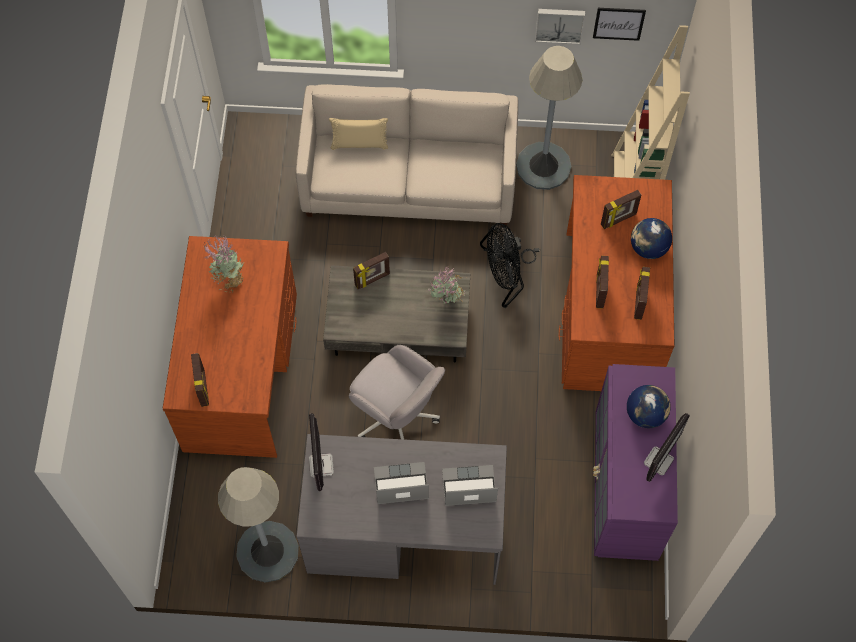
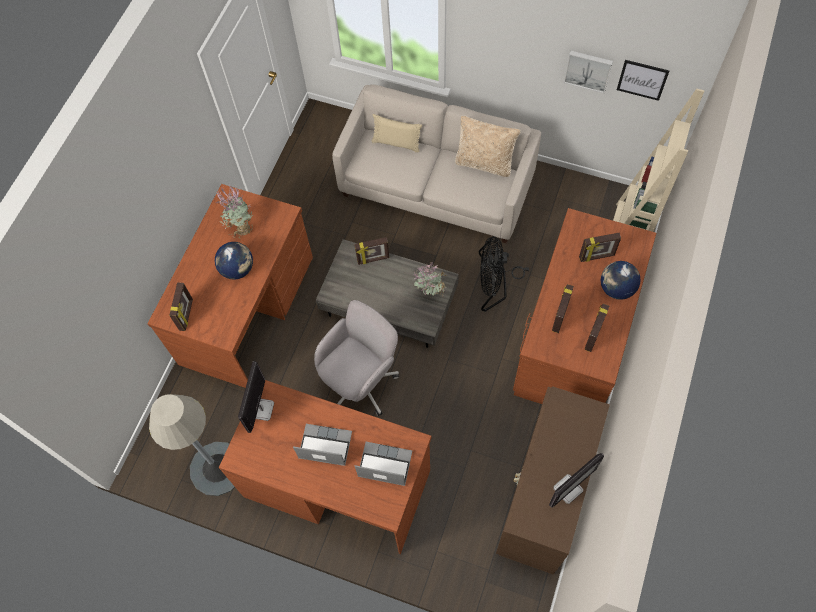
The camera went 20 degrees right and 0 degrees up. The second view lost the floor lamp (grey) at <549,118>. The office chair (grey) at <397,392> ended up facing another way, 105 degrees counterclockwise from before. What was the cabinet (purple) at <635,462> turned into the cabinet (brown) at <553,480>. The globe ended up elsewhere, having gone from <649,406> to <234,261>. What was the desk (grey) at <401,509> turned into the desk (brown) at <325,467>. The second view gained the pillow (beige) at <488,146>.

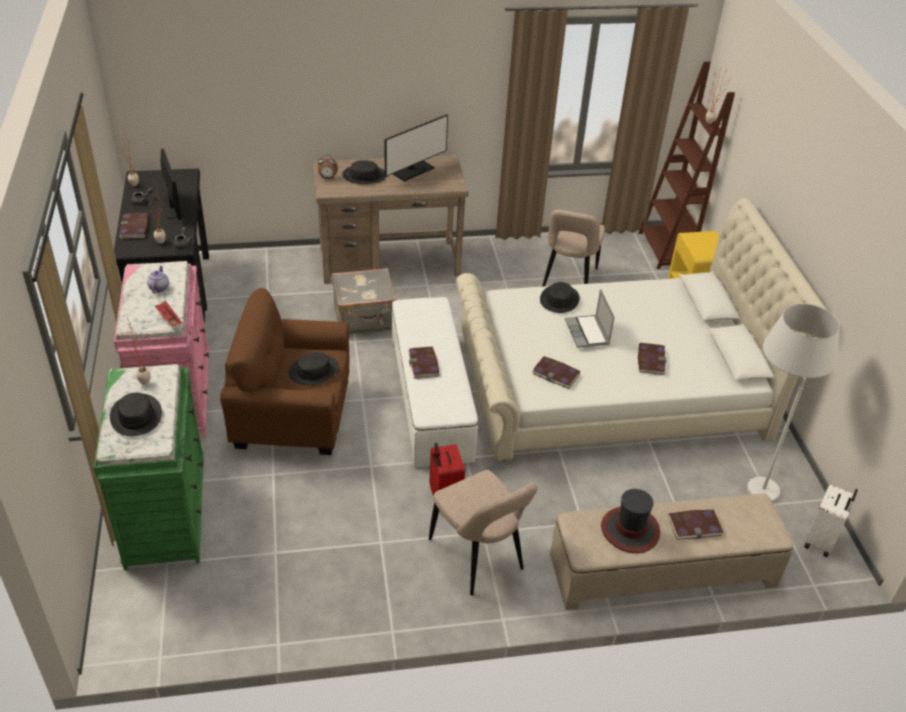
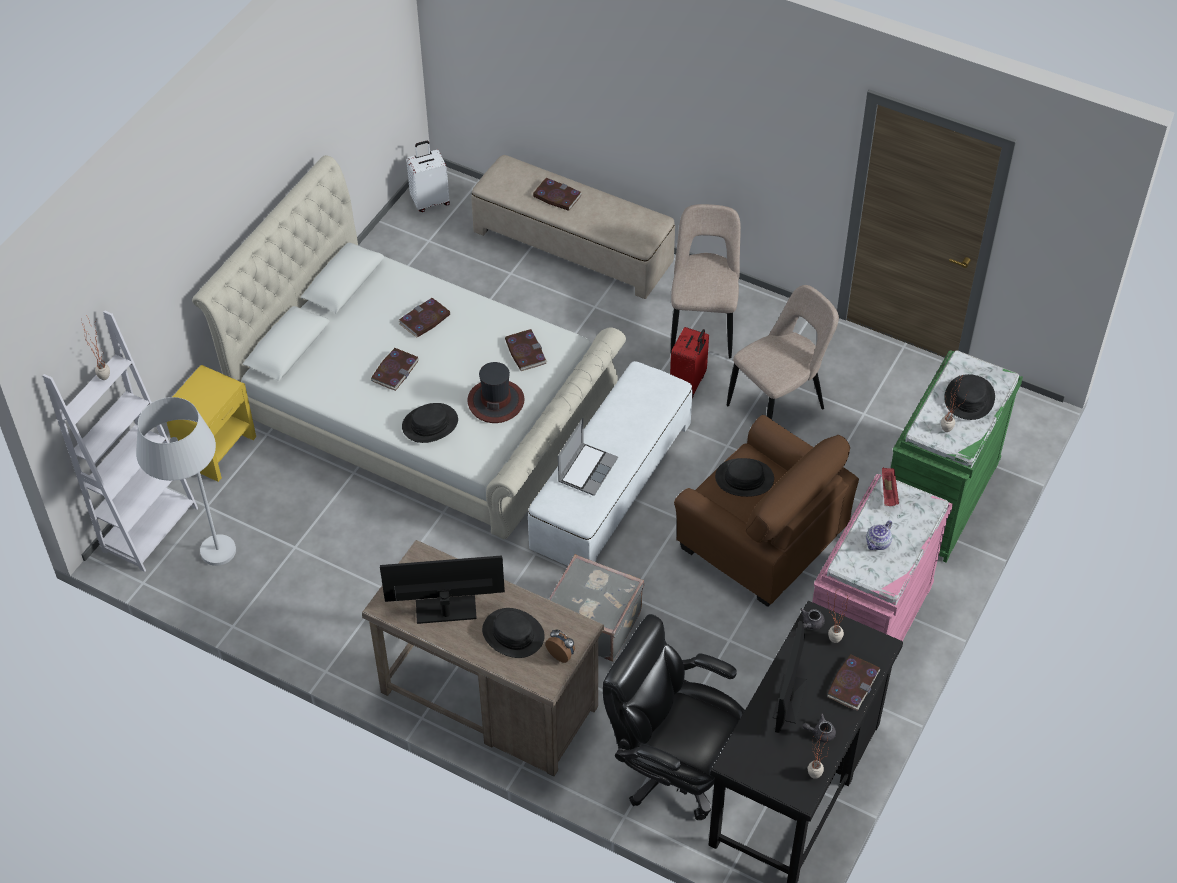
The camera went 140 degrees left and 10 degrees up. What was the bookcase (brown) at <686,165> turned into the bookcase (white) at <120,441>. The chair (beige) ended up elsewhere, having gone from <573,248> to <783,352>. The laptop ended up elsewhere, having gone from <590,318> to <588,457>. The floor lamp (white) ended up elsewhere, having gone from <793,403> to <186,481>. The book ended up elsewhere, having gone from <424,363> to <395,369>. The hat ended up elsewhere, having gone from <630,521> to <496,392>. The second view gained the office chair (black) at <674,717>.

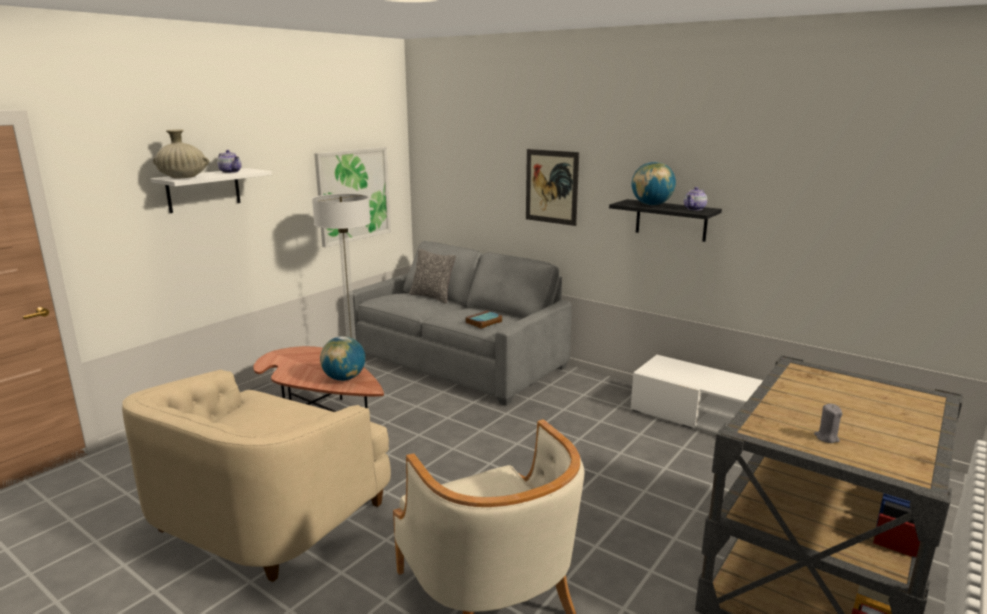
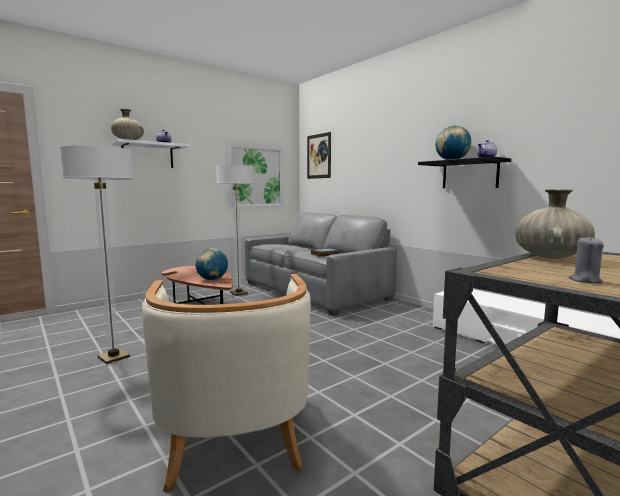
The camera went 15 degrees right and 10 degrees down. The picture ended up elsewhere, having gone from <552,187> to <319,155>. The second view lost the pillow at <433,276>. Where the armchair (beige) stood at <256,475>, the floor lamp came to stand at <97,254>. The second view gained the vase (beige) at <555,224>.

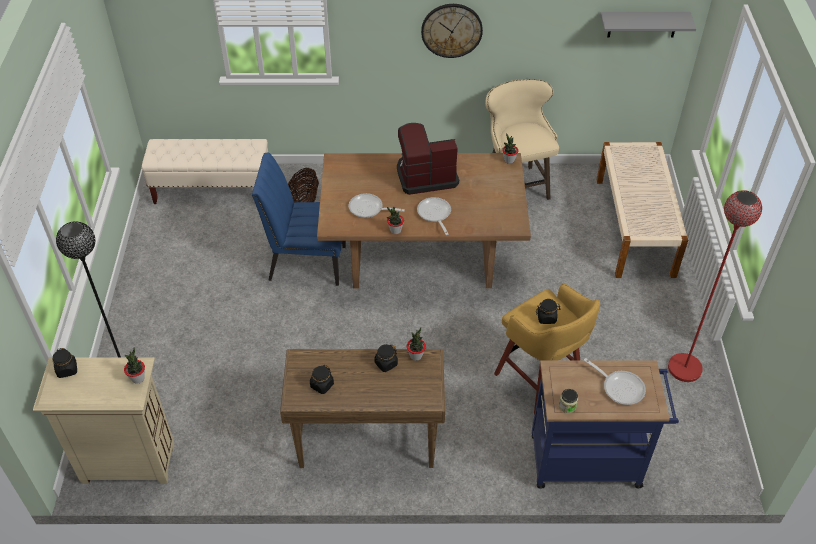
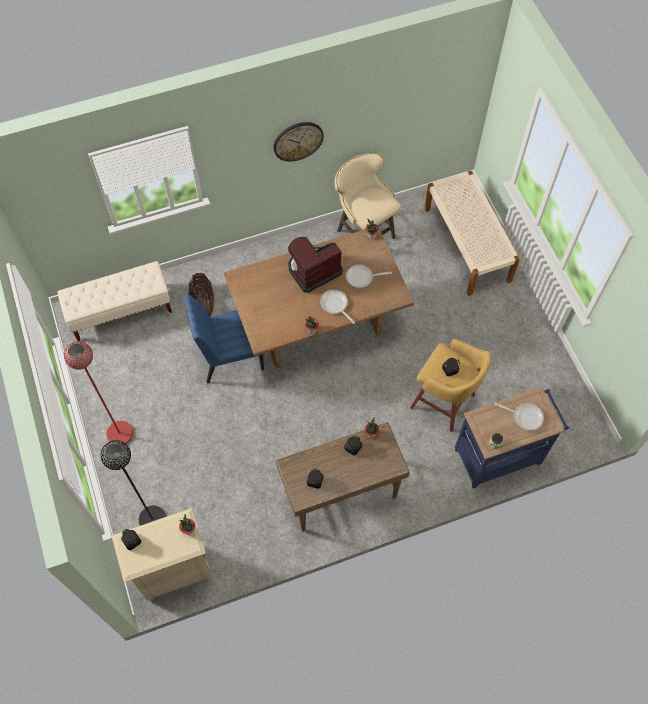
The camera went 20 degrees left and 15 degrees up. The second view lost the shelf (grey) at <648,25>. The floor lamp (red) ended up elsewhere, having gone from <715,286> to <98,392>. The frying pan ended up elsewhere, having gone from <377,205> to <369,276>.

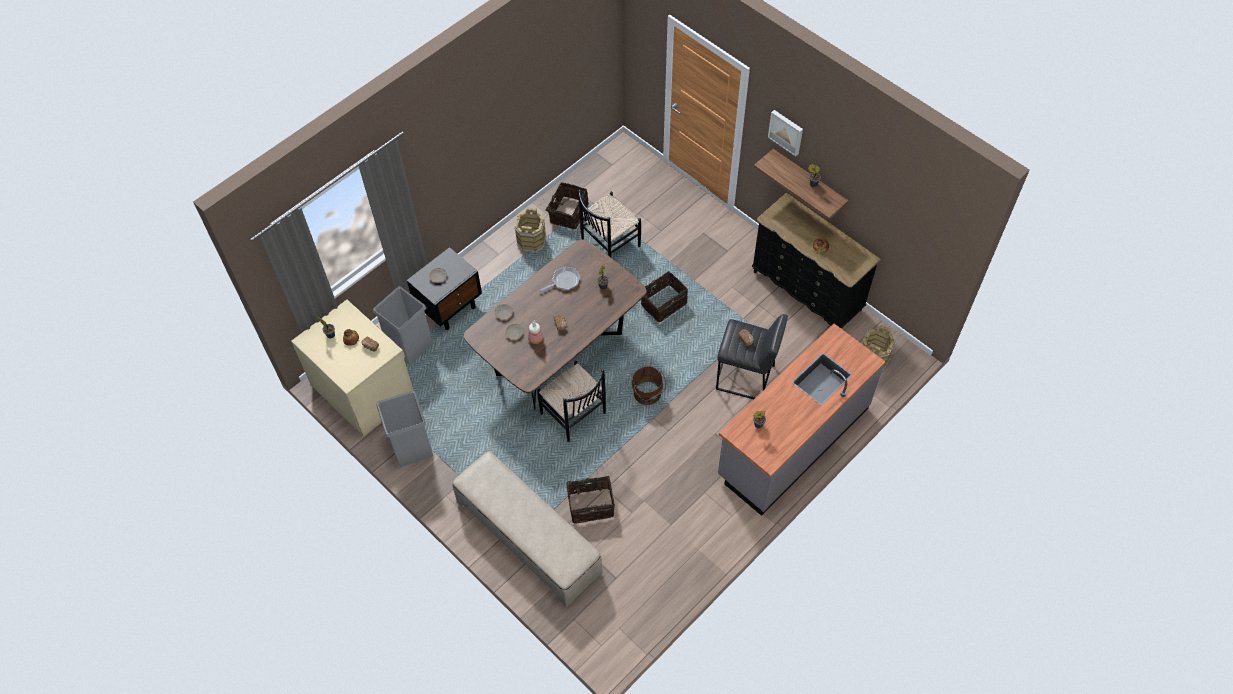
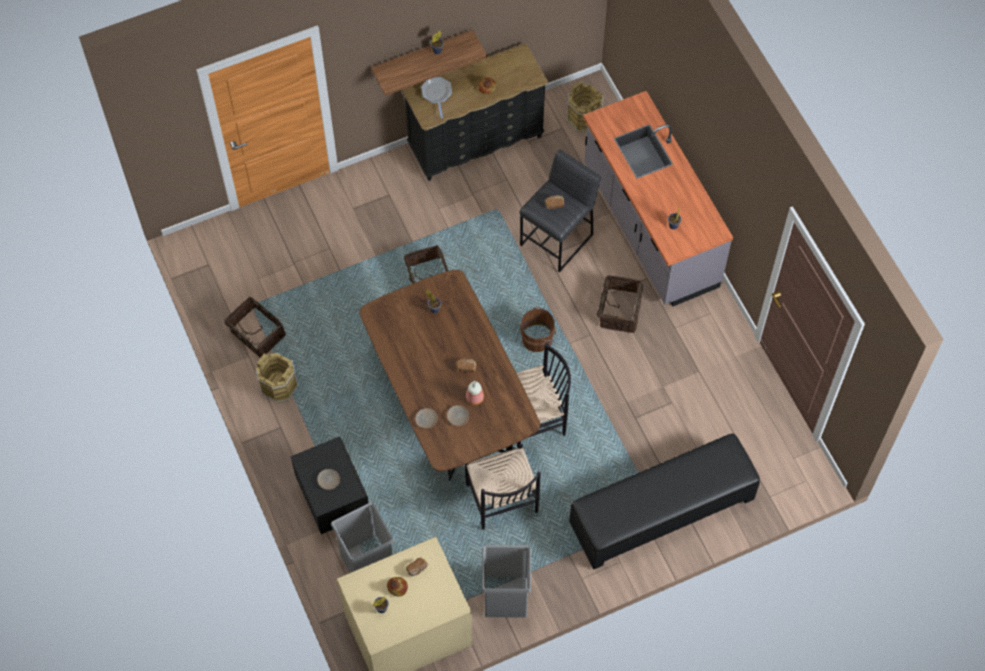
The camera went 70 degrees left and 5 degrees up. The second view lost the picture at <785,133>. The chair (black) ended up elsewhere, having gone from <610,223> to <503,487>. The frying pan ended up elsewhere, having gone from <559,279> to <436,98>. What was the bench (beige) at <527,529> turned into the bench (black) at <664,501>. The basket ended up elsewhere, having gone from <590,500> to <620,304>.

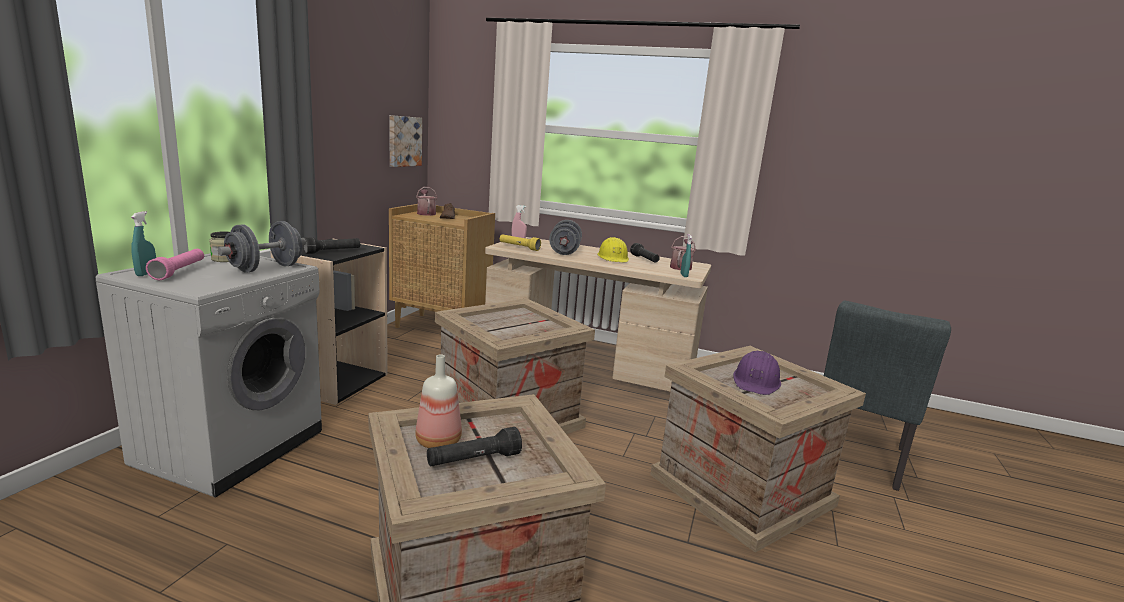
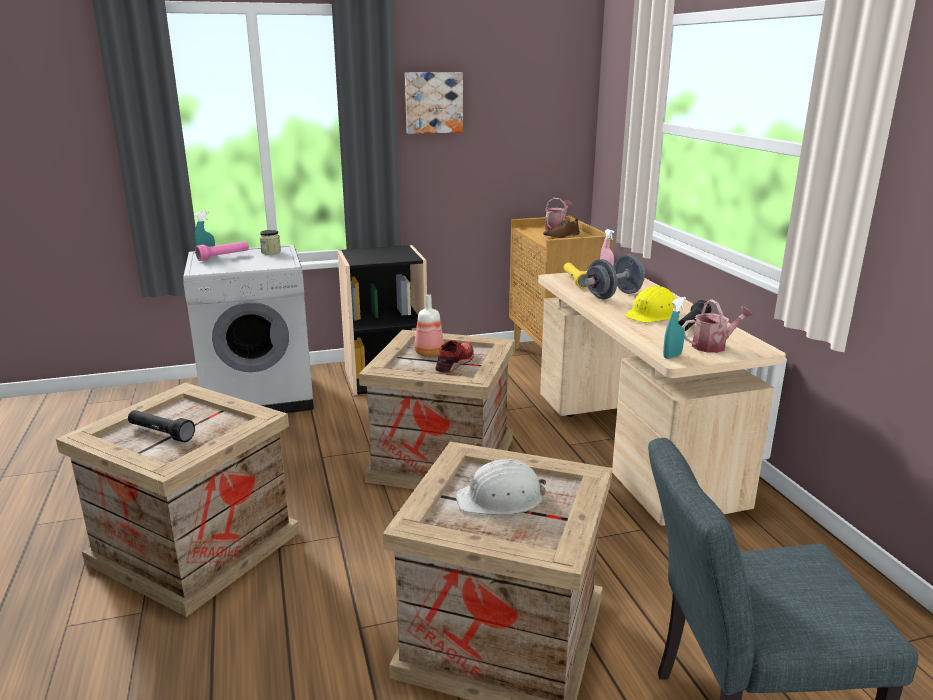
The camera went 55 degrees right and 5 degrees up. The picture ended up elsewhere, having gone from <405,141> to <434,103>. The second view lost the dumbbell (grey) at <262,247>. The second view lost the flashlight (black) at <331,245>. What was the hard hat (purple) at <757,372> turned into the hard hat (white) at <500,487>. The bottle ended up elsewhere, having gone from <438,401> to <429,325>. The second view gained the shoe (red) at <454,356>.

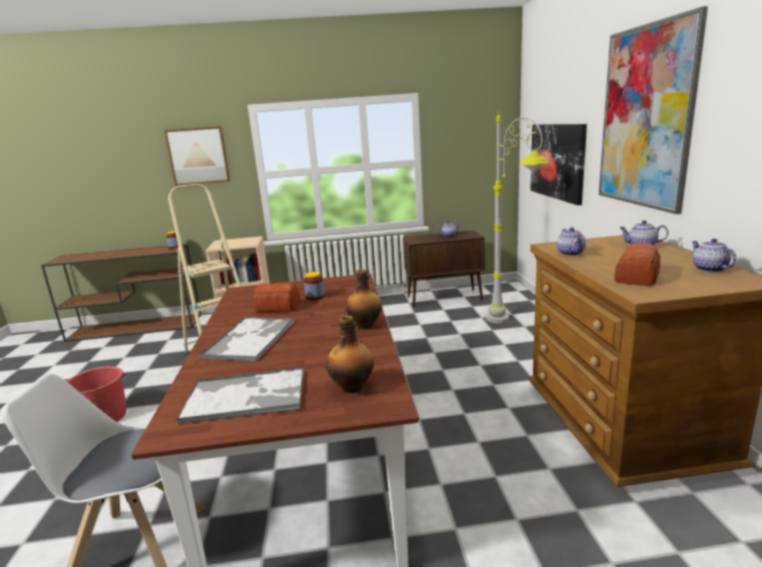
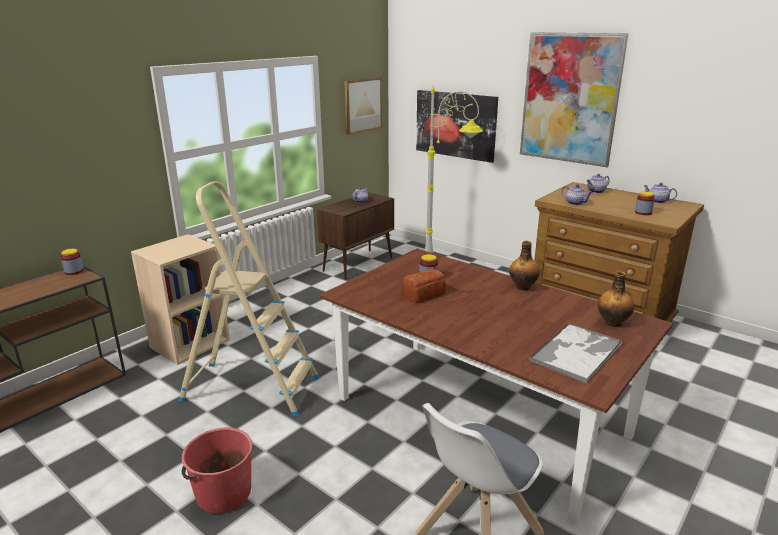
The camera went 45 degrees left and 5 degrees up. The picture ended up elsewhere, having gone from <197,156> to <363,106>. Where the bread stood at <637,264>, the jar came to stand at <645,203>. The second view lost the tray at <246,340>.

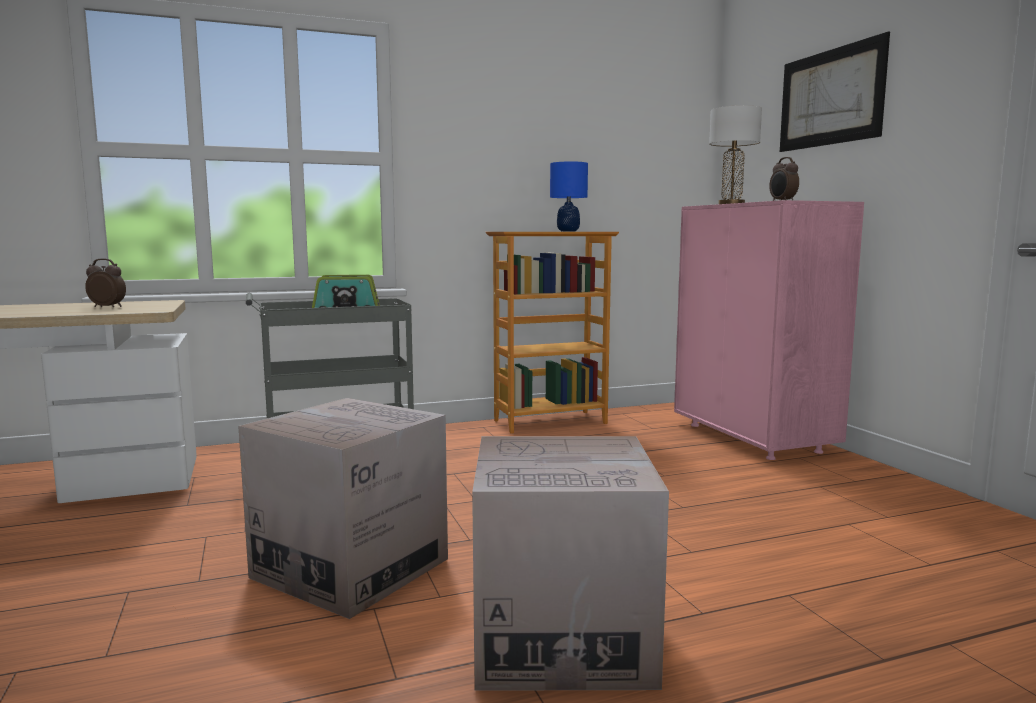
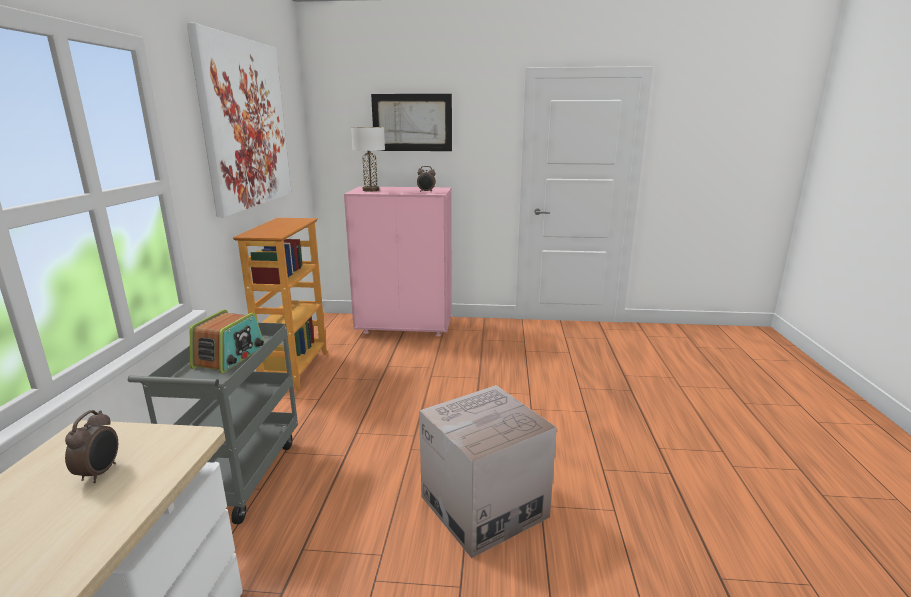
The camera went 65 degrees left and 10 degrees up. The second view lost the table lamp (blue) at <569,197>. The alarm clock at <105,283> ended up facing another way, 150 degrees clockwise from before. The second view lost the cardboard box at <570,563>. The second view gained the picture at <239,120>.

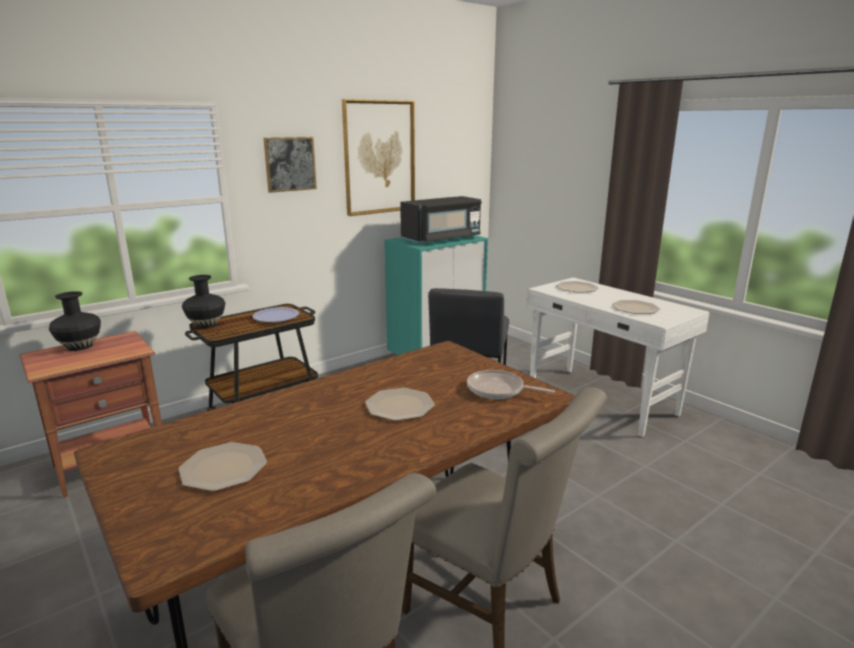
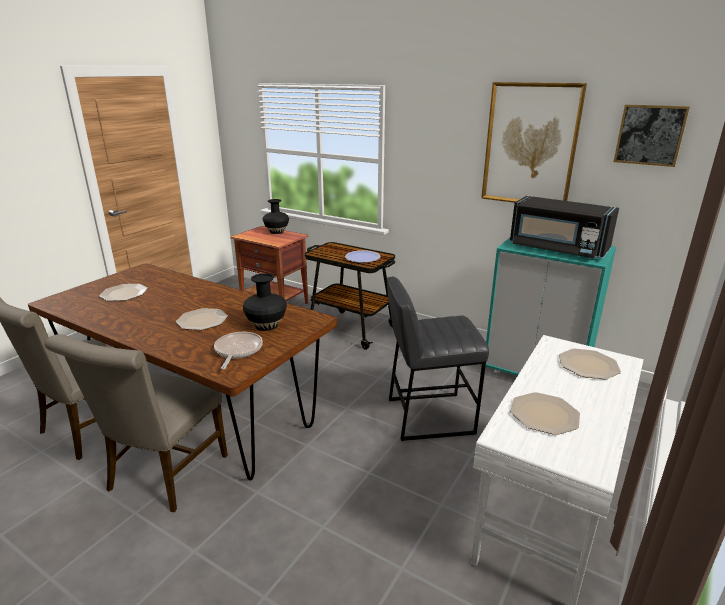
The camera went 70 degrees right and 5 degrees up. The picture ended up elsewhere, having gone from <290,165> to <652,136>. The vase (black) ended up elsewhere, having gone from <203,302> to <265,302>.

